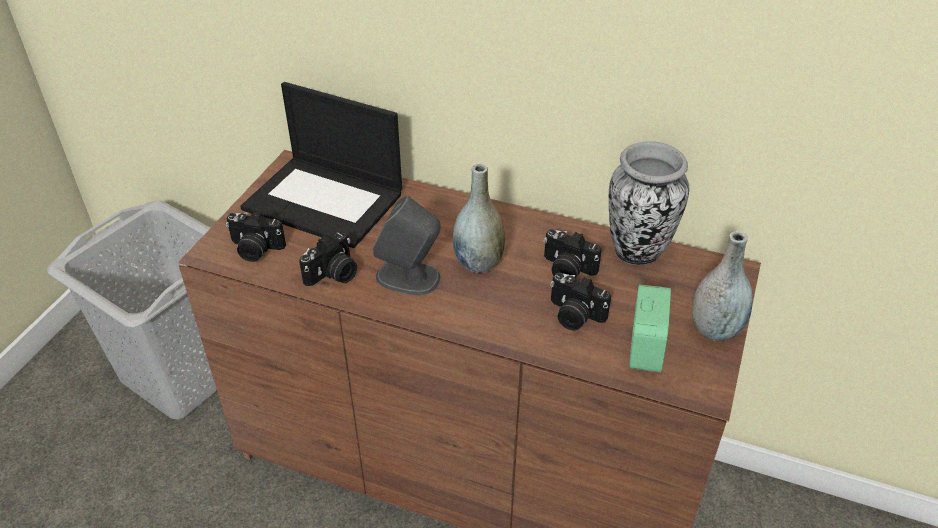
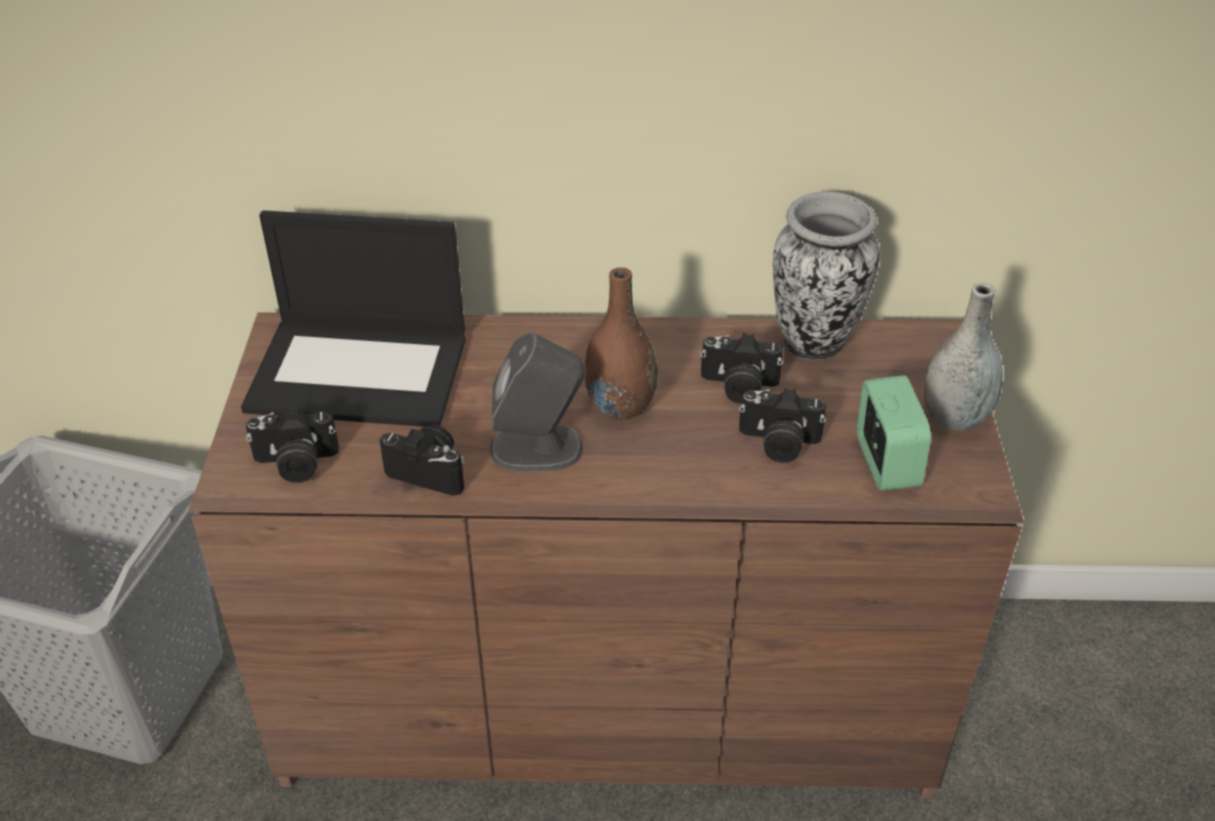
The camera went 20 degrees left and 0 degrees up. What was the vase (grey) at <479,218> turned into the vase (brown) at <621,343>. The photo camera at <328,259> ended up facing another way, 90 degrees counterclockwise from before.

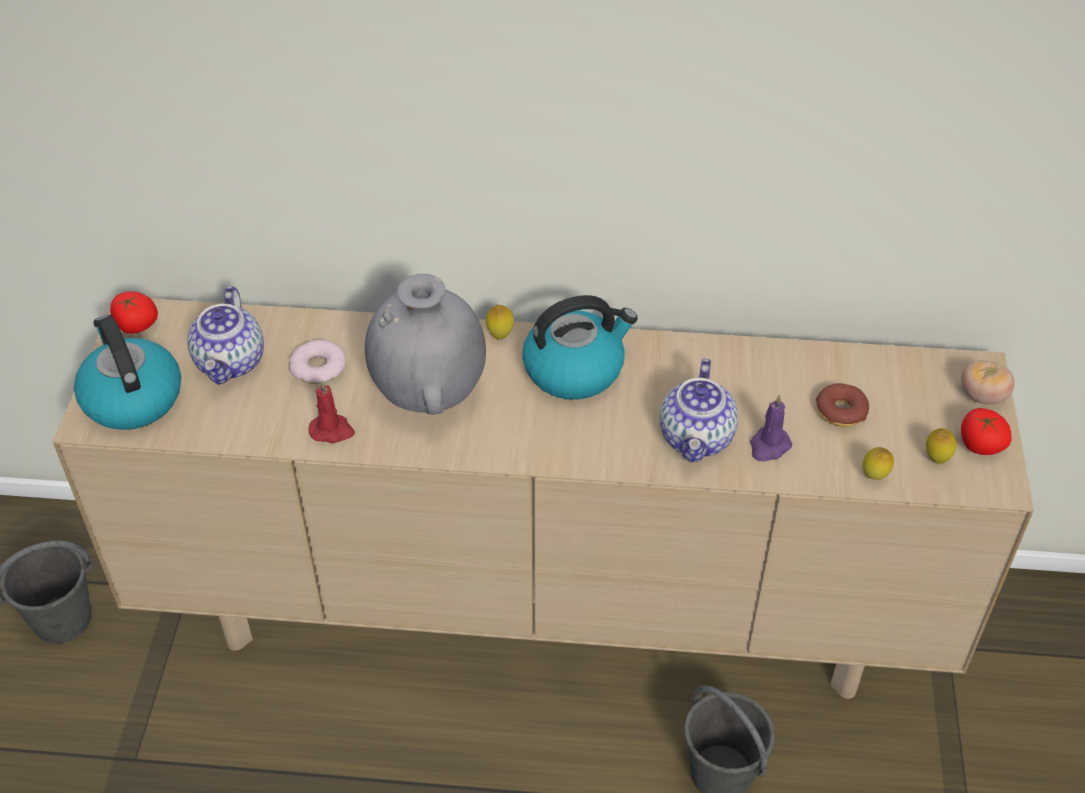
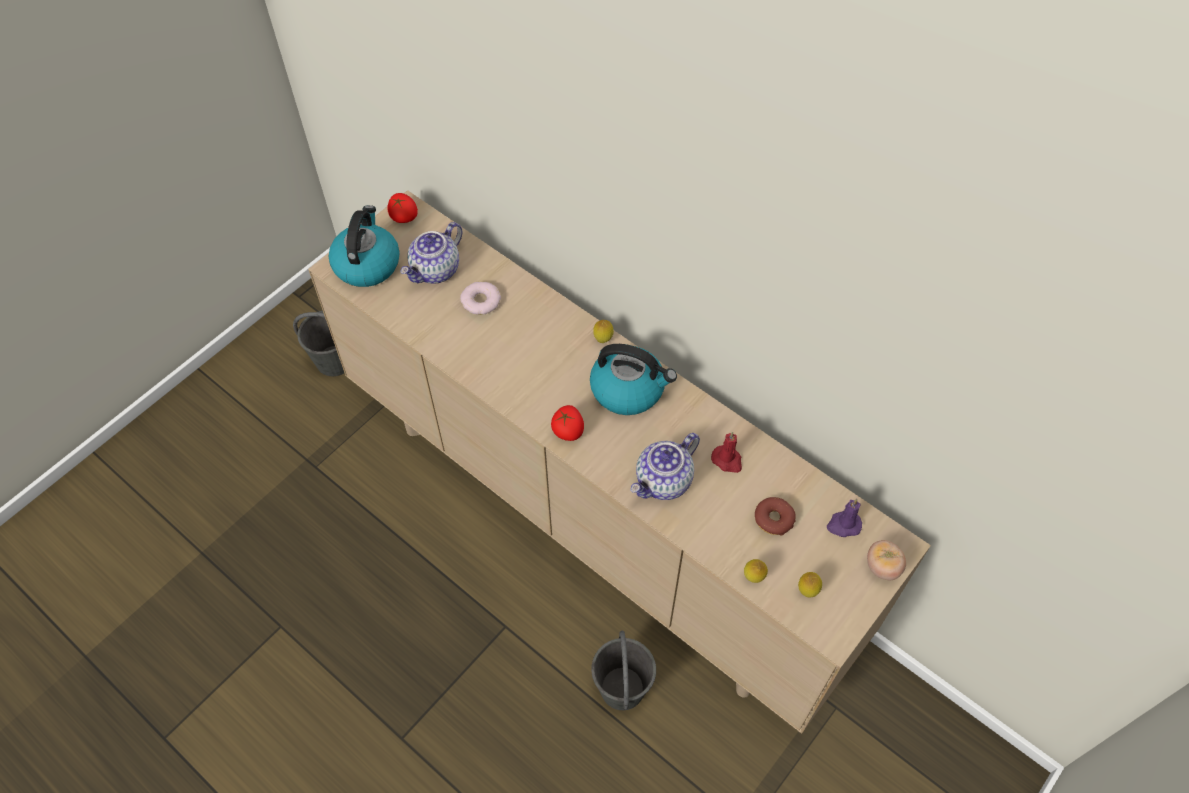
The camera went 35 degrees right and 10 degrees up. The second view lost the vase (grey) at <425,344>. The candle (red) ended up elsewhere, having gone from <332,411> to <726,452>. The candle (purple) ended up elsewhere, having gone from <771,427> to <844,518>. The tomato ended up elsewhere, having gone from <986,431> to <567,423>.

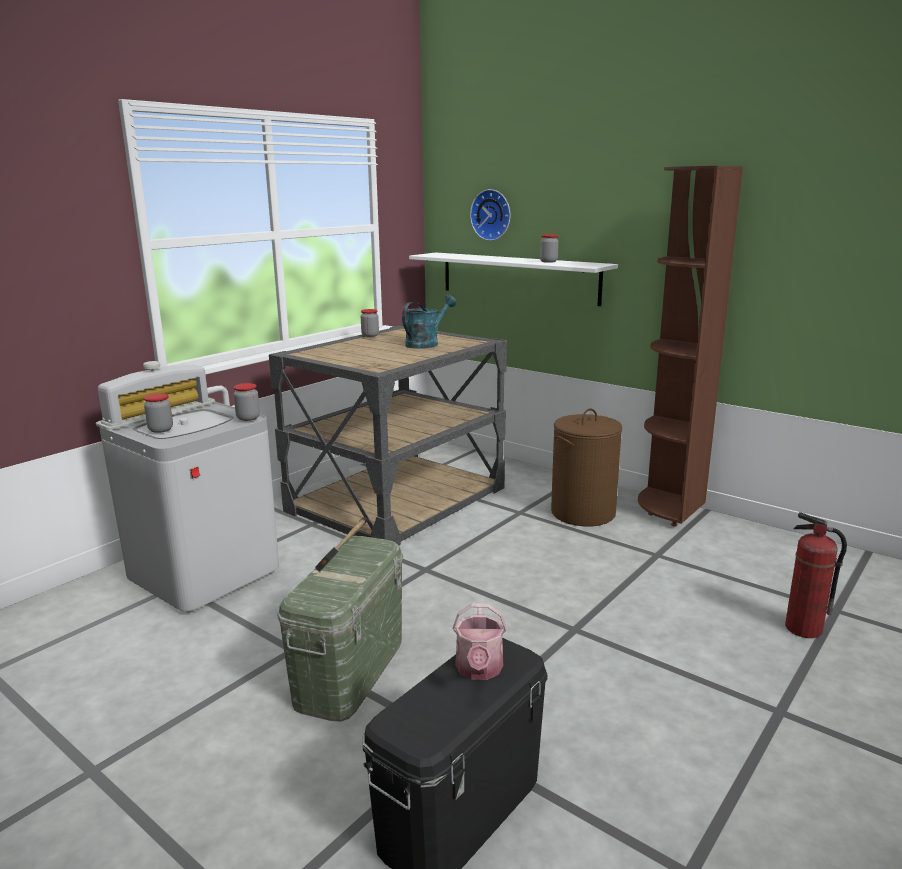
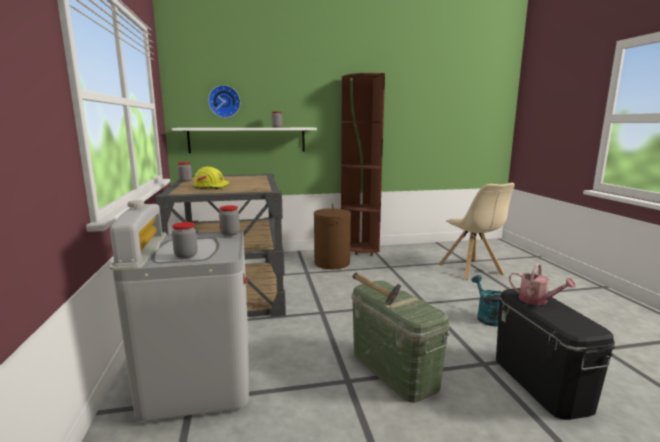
The camera went 50 degrees left and 5 degrees down. The watering can (turquoise) ended up elsewhere, having gone from <429,322> to <487,300>. Where the fire extinguisher stood at <816,575>, the chair (beige) came to stand at <476,231>. The second view gained the hard hat (yellow) at <212,178>.

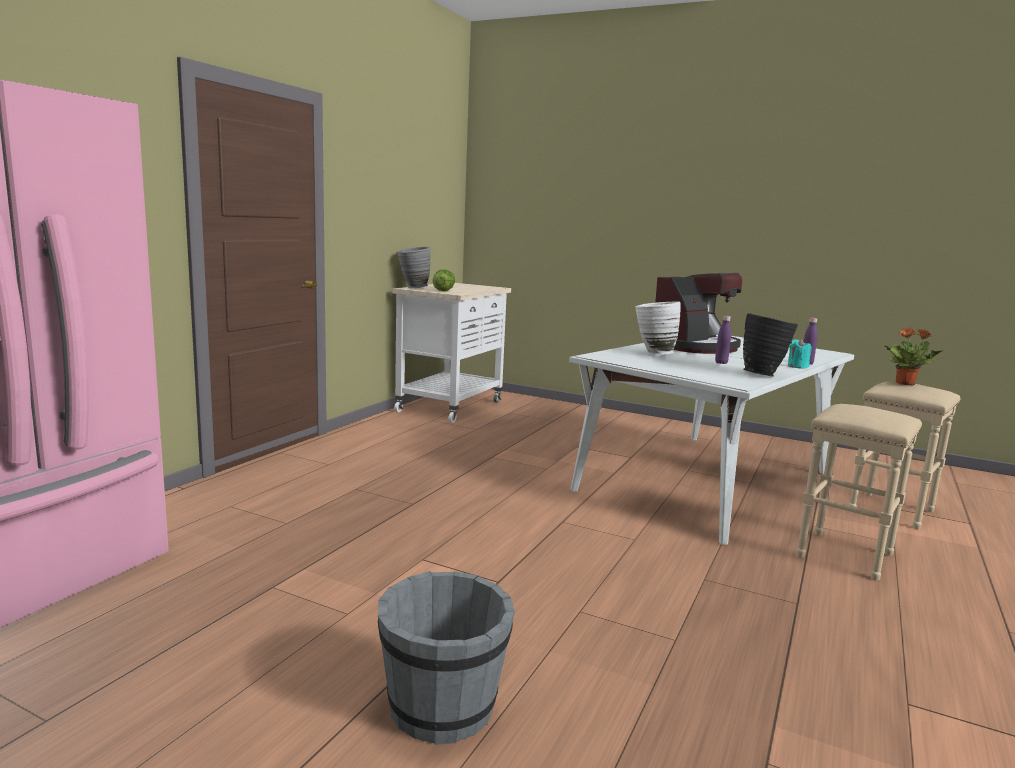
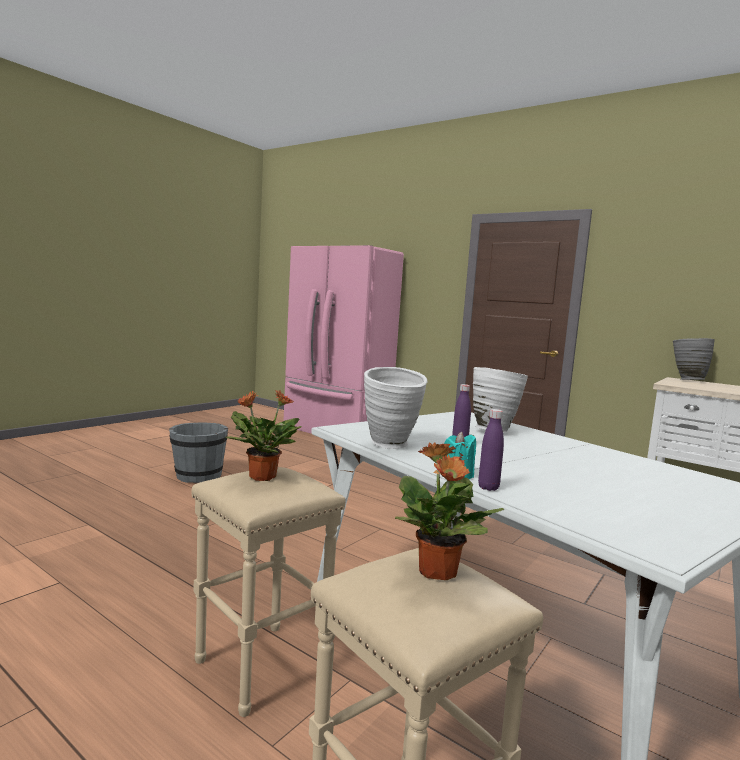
The camera went 100 degrees right and 5 degrees down. The second view lost the lettuce at <443,280>. The second view lost the coffee machine at <698,313>. What was the vase (black) at <770,345> turned into the vase (white) at <396,408>. The second view gained the potted plant at <263,435>.

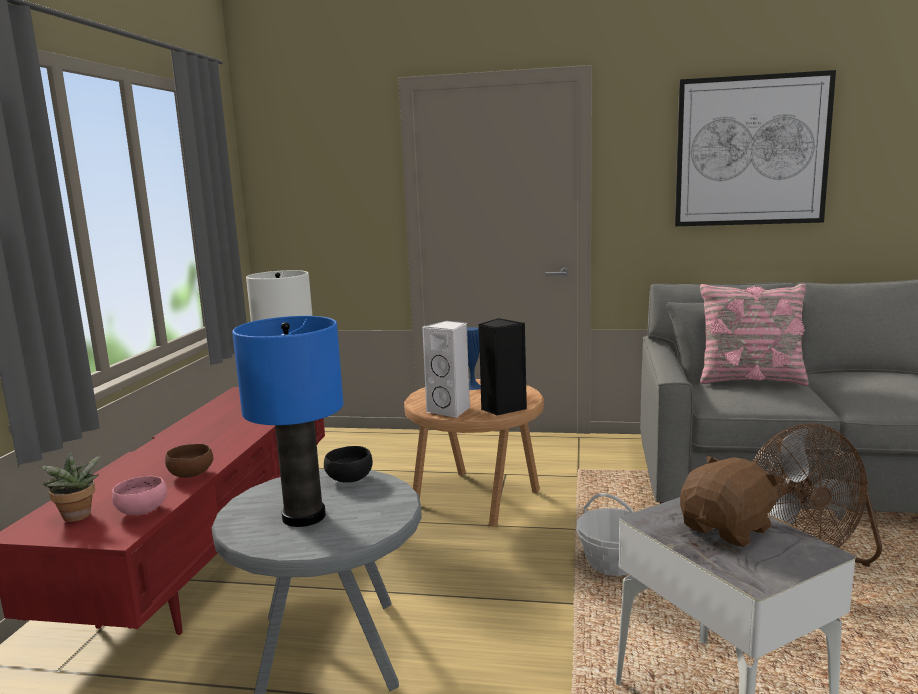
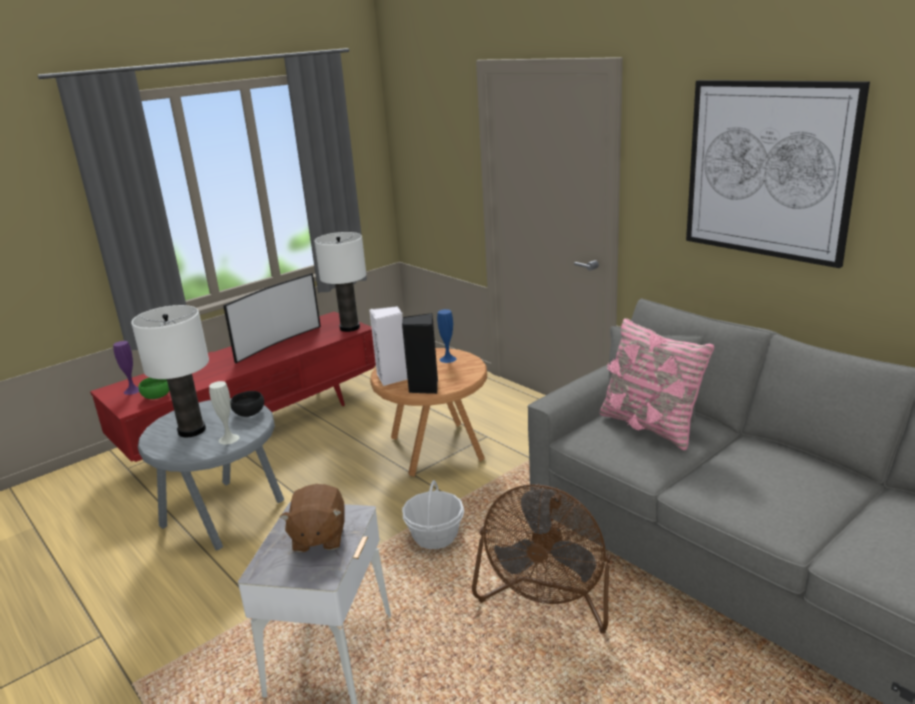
The camera went 40 degrees right and 10 degrees up. What was the table lamp (blue) at <288,421> turned into the table lamp (white) at <170,371>. The second view lost the bowl (brown) at <189,461>. Where the potted plant stood at <70,486>, the vase (purple) came to stand at <126,368>. The plush toy (brown) at <731,501> ended up facing another way, 90 degrees clockwise from before. What was the bowl (pink) at <139,496> turned into the bowl (green) at <153,388>. The second view gained the television at <272,318>. The second view gained the vase (white) at <224,413>.

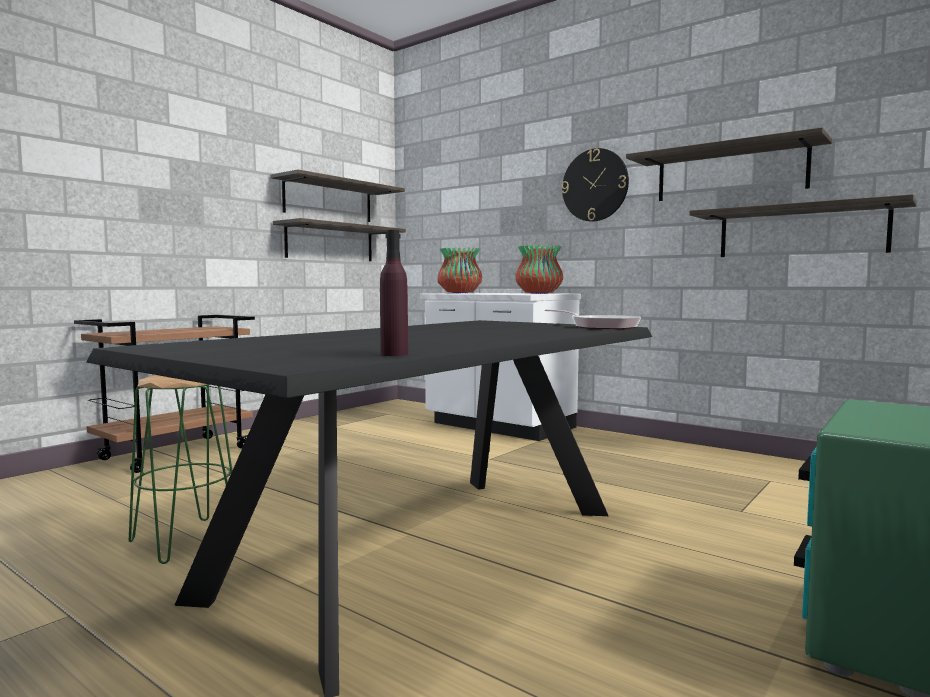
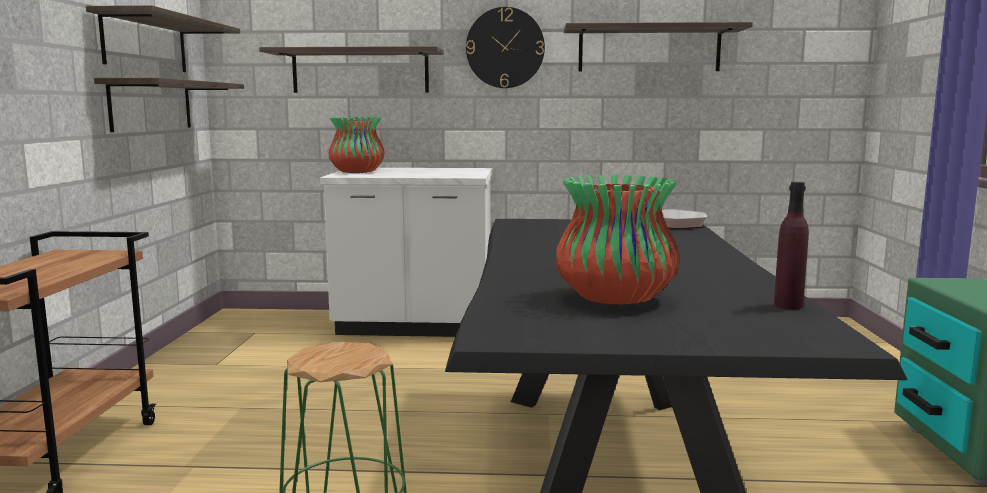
The camera went 35 degrees left and 5 degrees up. The shelf ended up elsewhere, having gone from <803,225> to <351,69>. The vase ended up elsewhere, having gone from <539,269> to <617,240>.

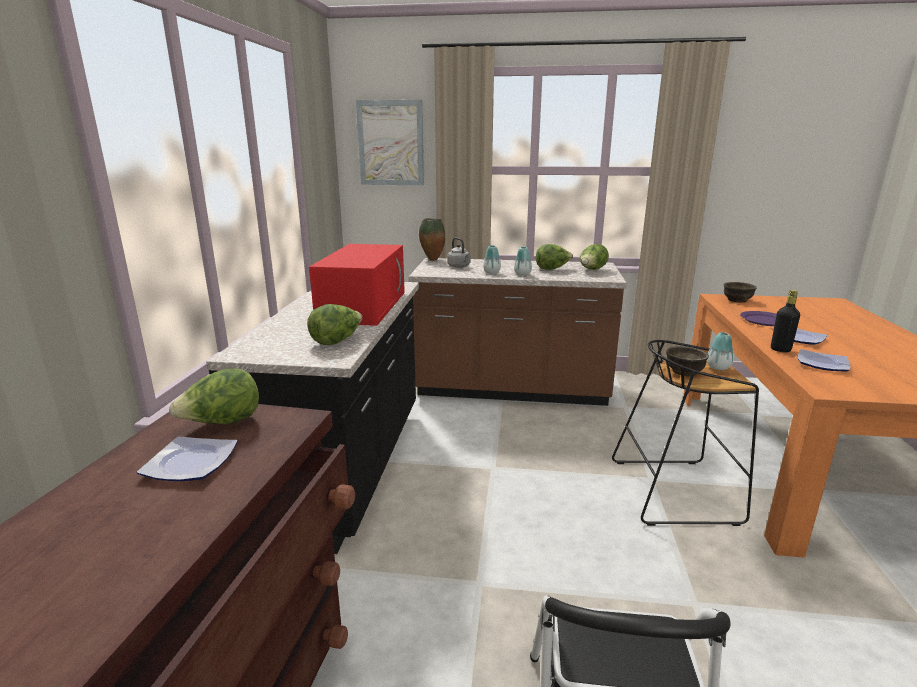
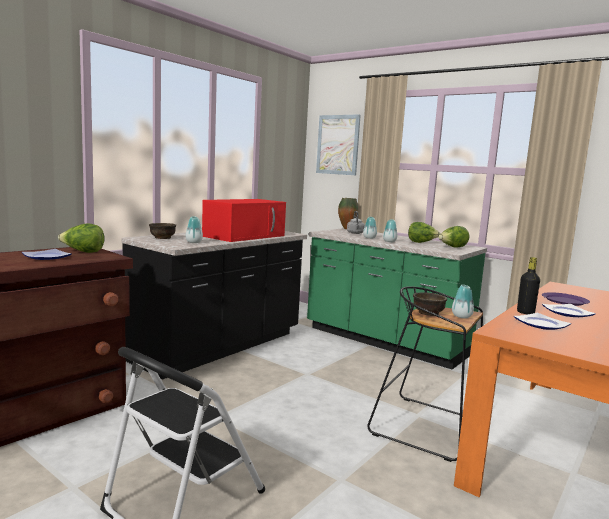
The camera went 30 degrees right and 10 degrees down. What was the counter (brown) at <518,332> turned into the counter (green) at <397,298>. The bowl (brown) ended up elsewhere, having gone from <740,292> to <162,231>. Where the lettuce stood at <334,324>, the vase came to stand at <194,229>.

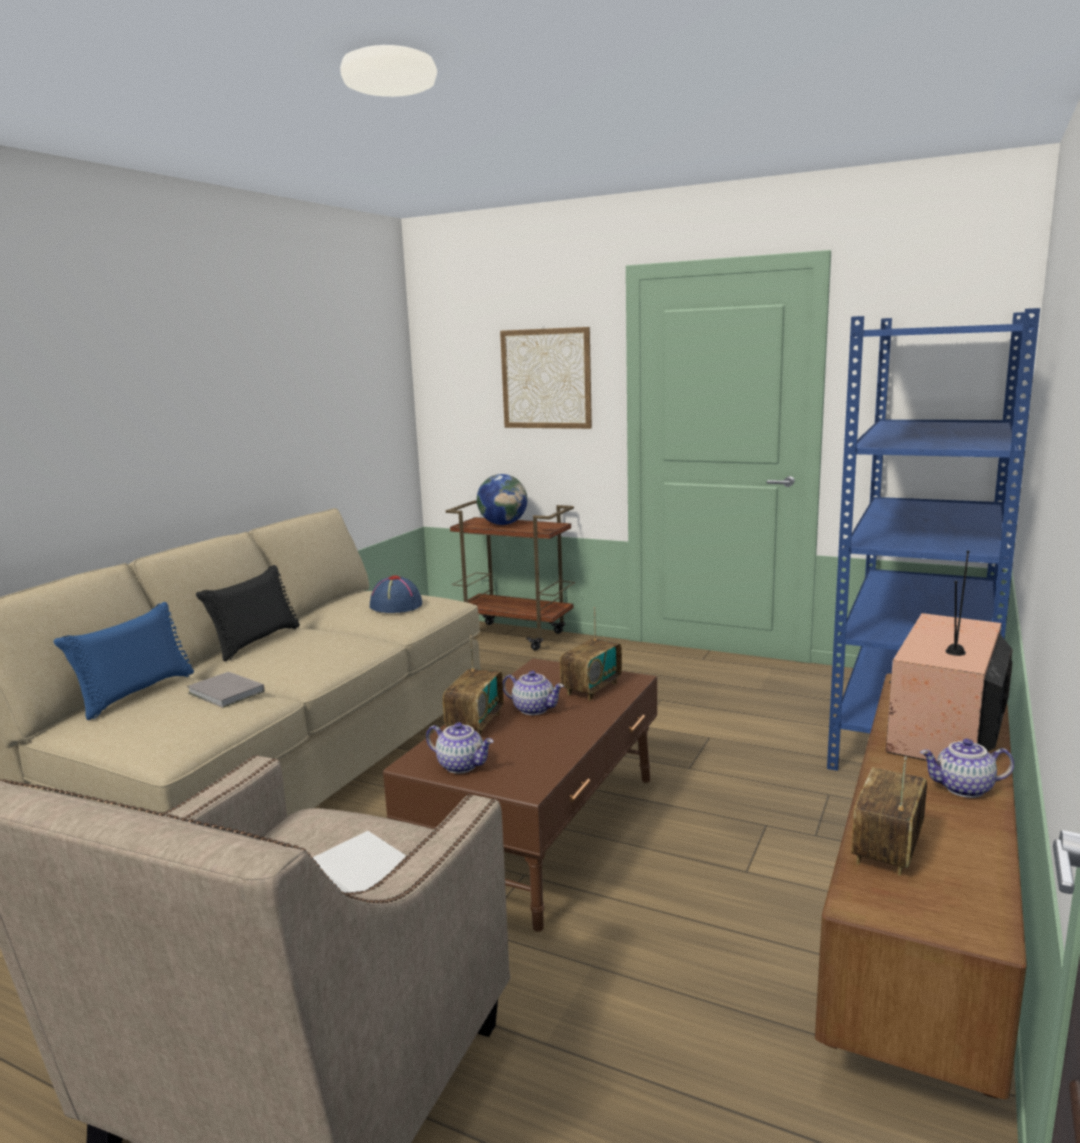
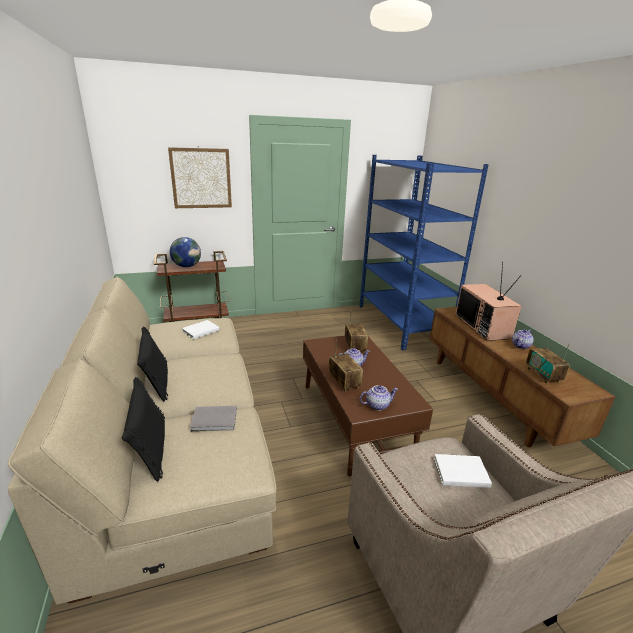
The camera went 45 degrees left and 10 degrees up. Where the hat (blue) stood at <396,594>, the book (white) came to stand at <200,329>. What was the pillow (blue) at <124,661> turned into the pillow (black) at <144,429>.

